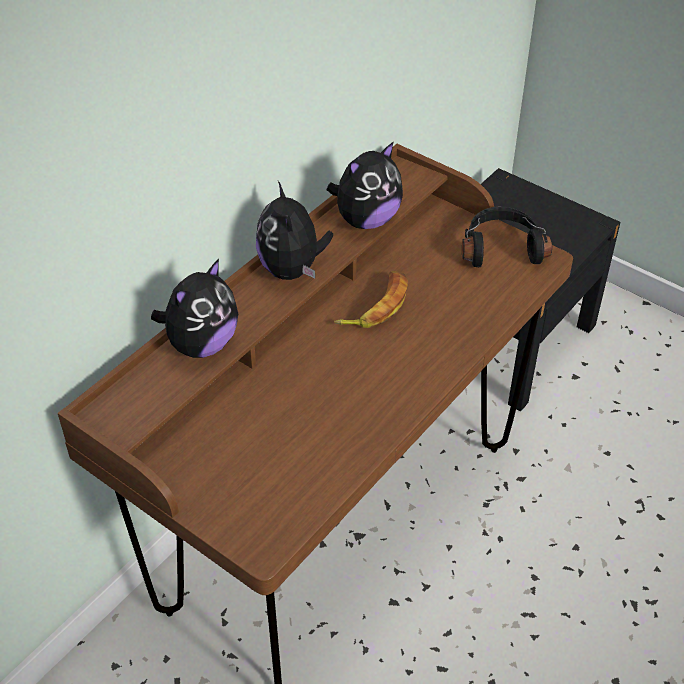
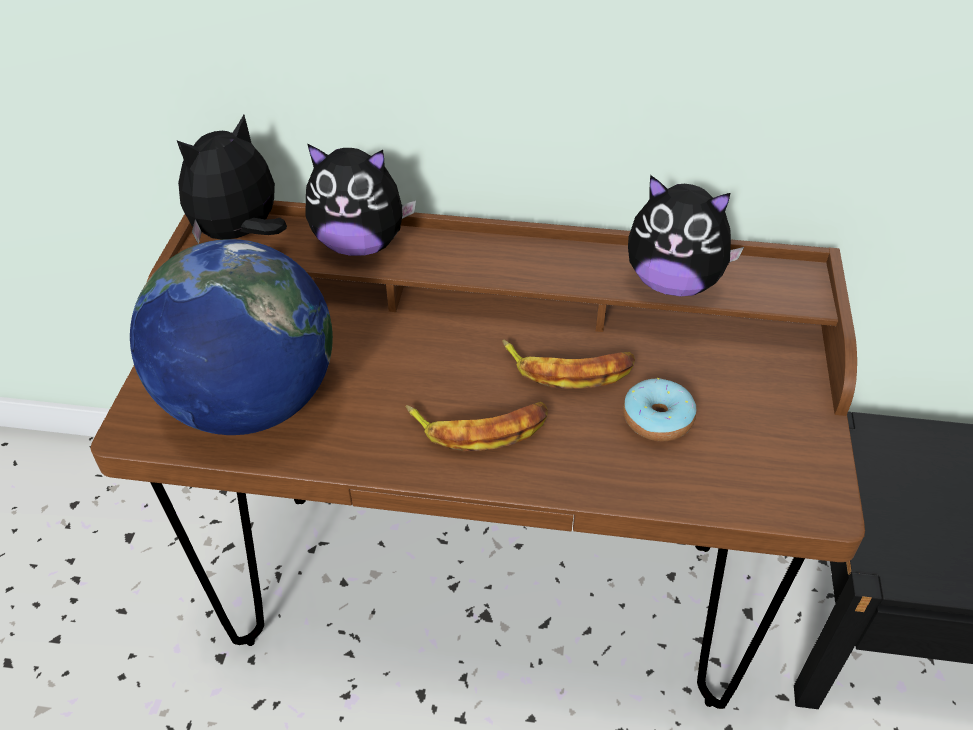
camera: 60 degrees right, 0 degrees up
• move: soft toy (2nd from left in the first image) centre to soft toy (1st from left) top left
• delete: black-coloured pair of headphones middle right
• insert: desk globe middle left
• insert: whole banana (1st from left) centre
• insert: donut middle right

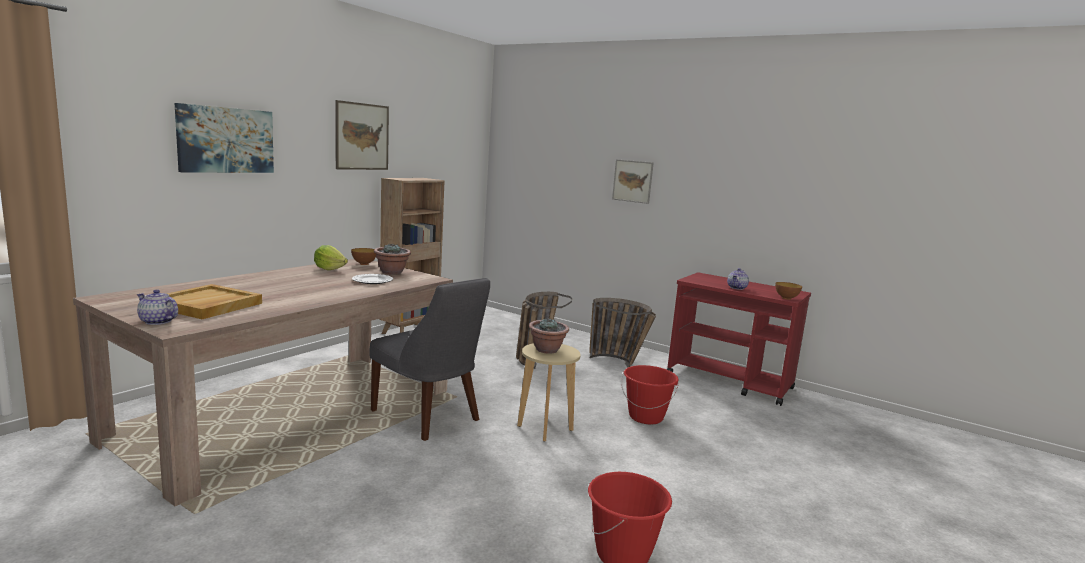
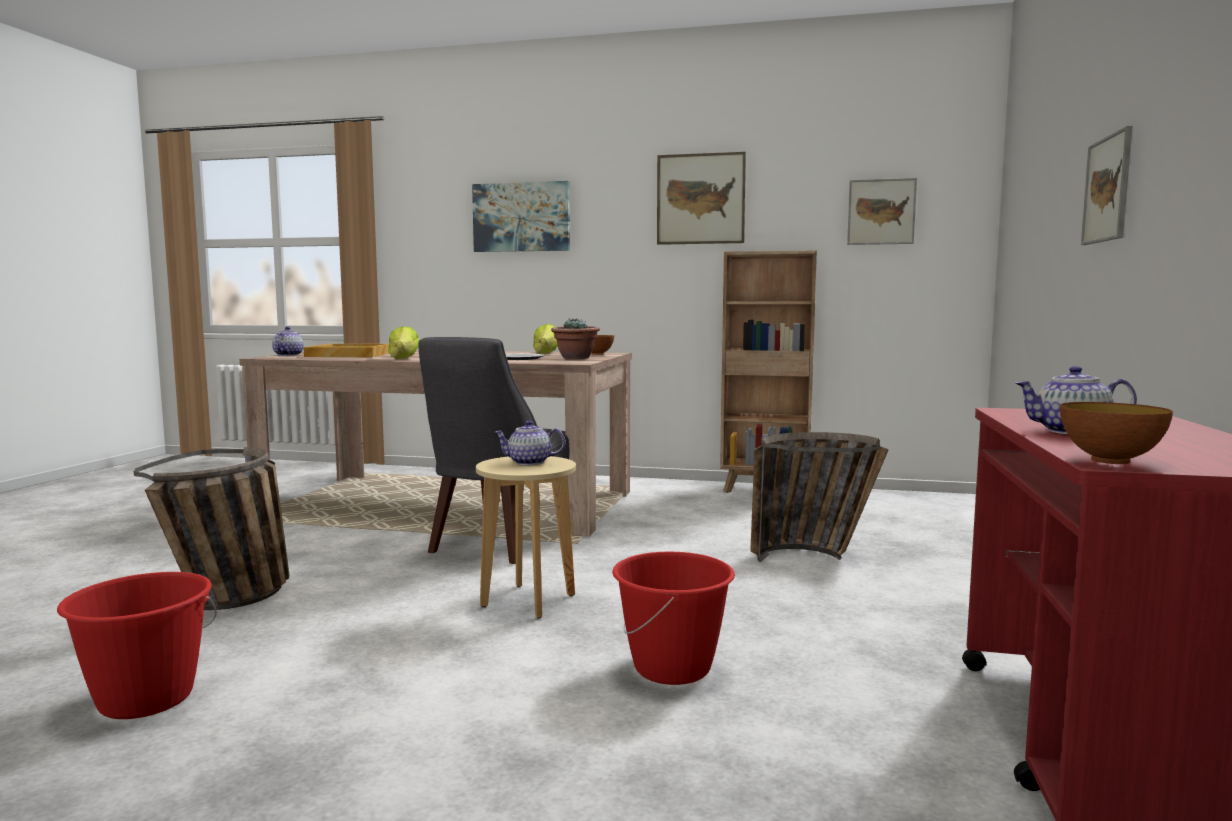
camera: 70 degrees right, 5 degrees down
• replace: houseplant (2nd from left) centre to teapot (2nd from left) centre
• move: basket (2nd from left in the first image) centre to basket (1st from left) middle left
• insert: lettuce (1st from left) middle left
• insert: wall picture (3rd from left) top right

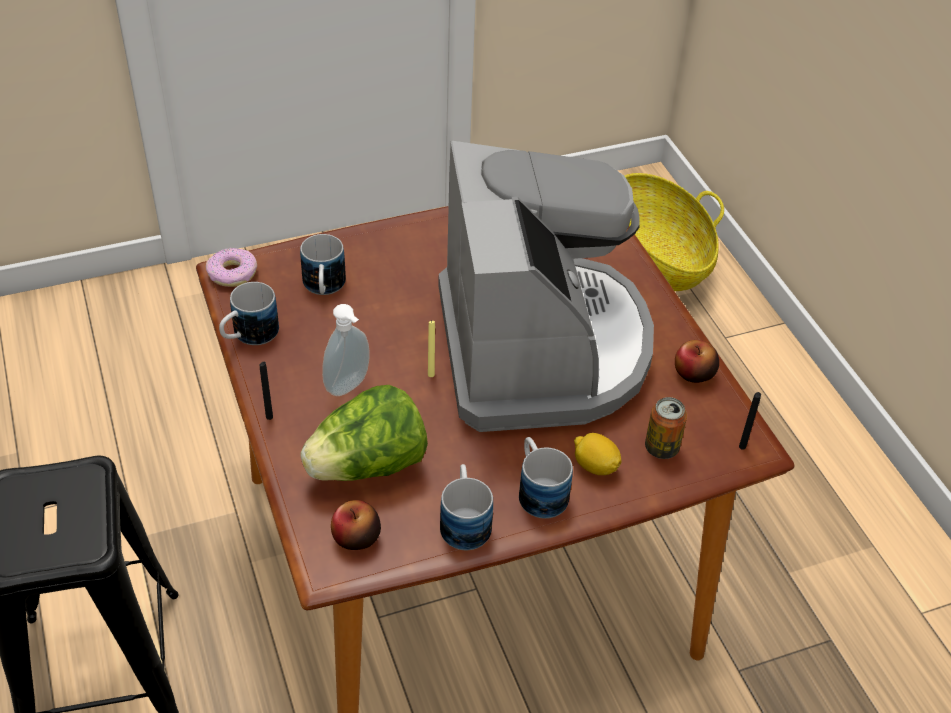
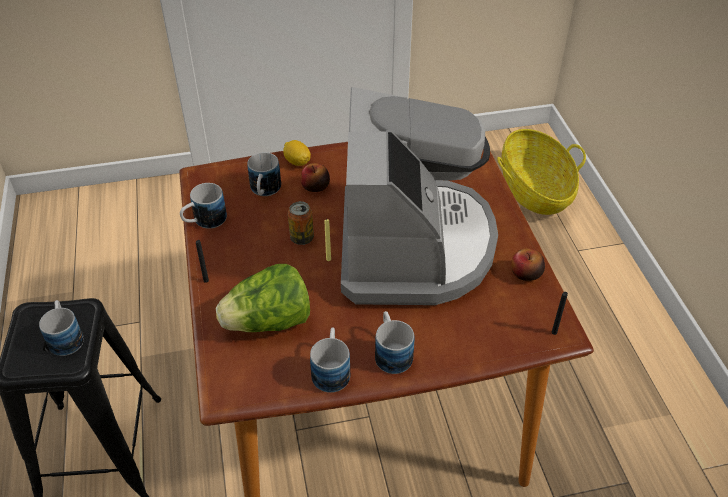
camera: 10 degrees right, 0 degrees up
• delete: donut middle left
• delete: liquid soap bottle centre
• move: whole apple (1st from left) bottom centre to centre
• move: whole lemon centre to top centre
• move: can middle right to centre
• insert: coffee mug (1st from left) middle left

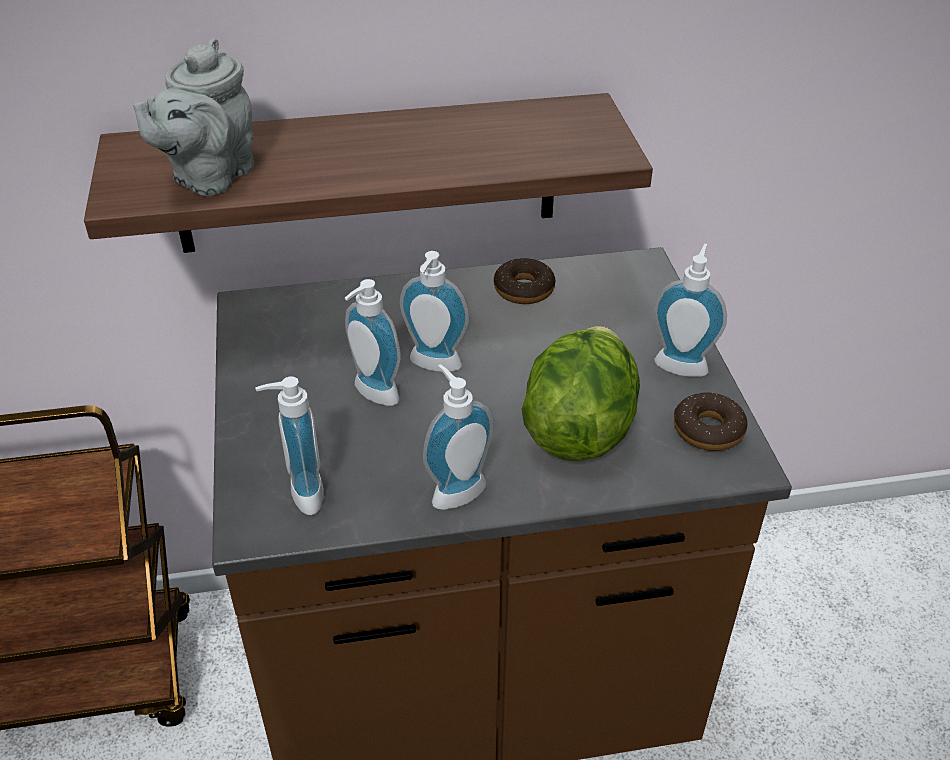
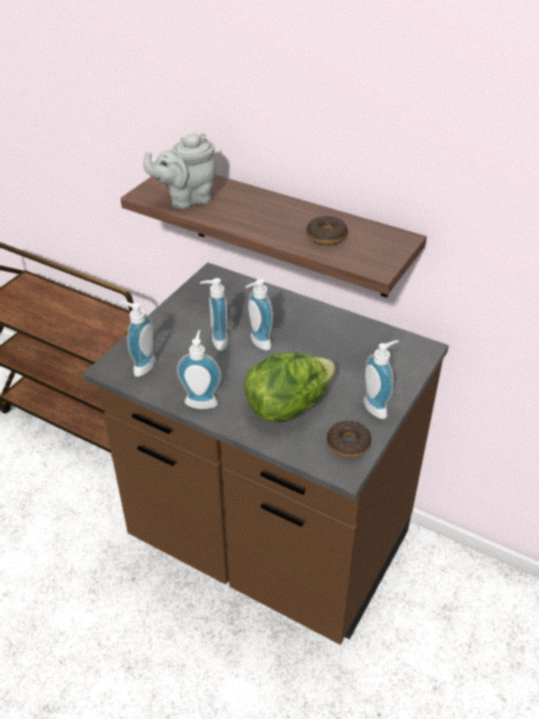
camera: 40 degrees right, 0 degrees up
• move: donut (1st from left) centre to top centre

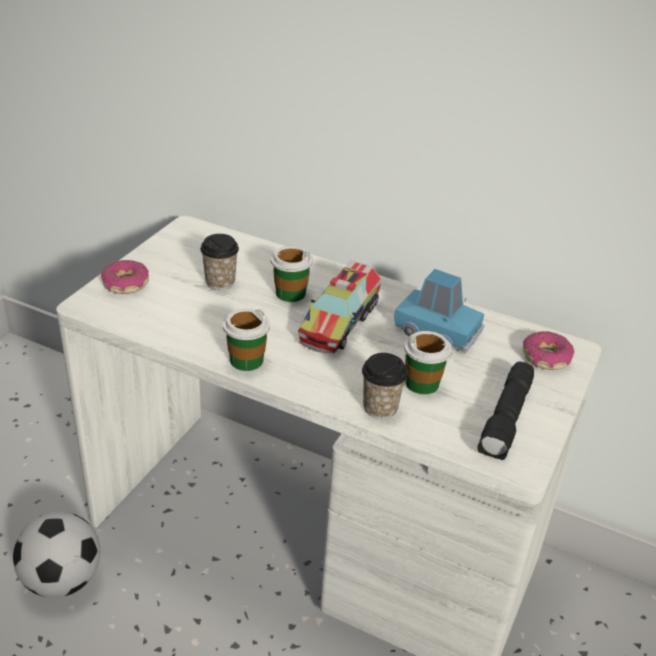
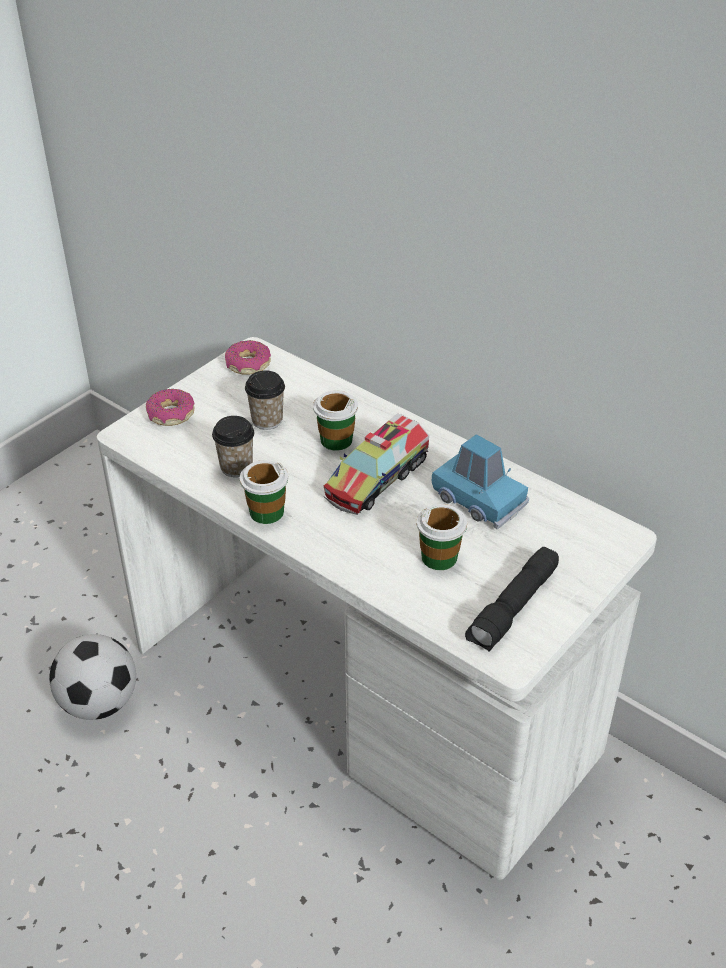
camera: 15 degrees right, 5 degrees up
• move: small cup (4th from left in the first image) centre to small cup (1st from left) middle left
• move: donut (2nd from left) middle right to centre

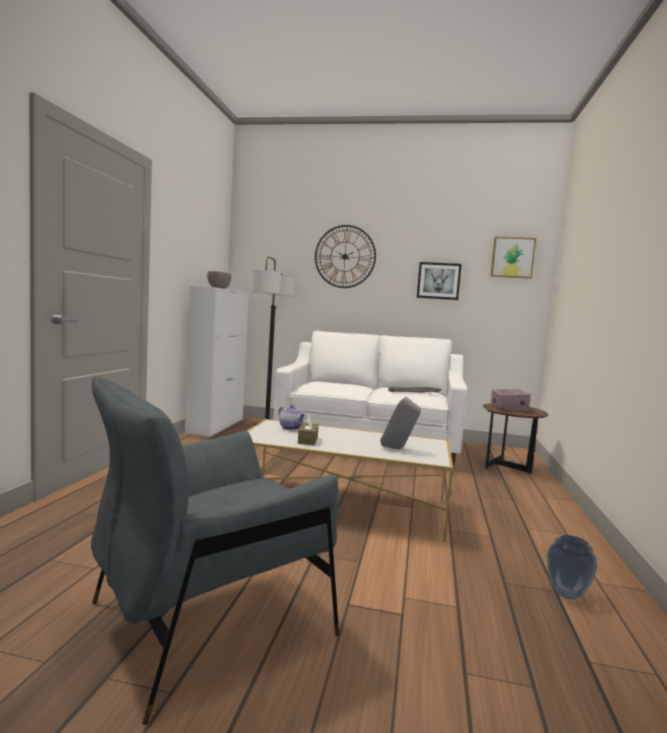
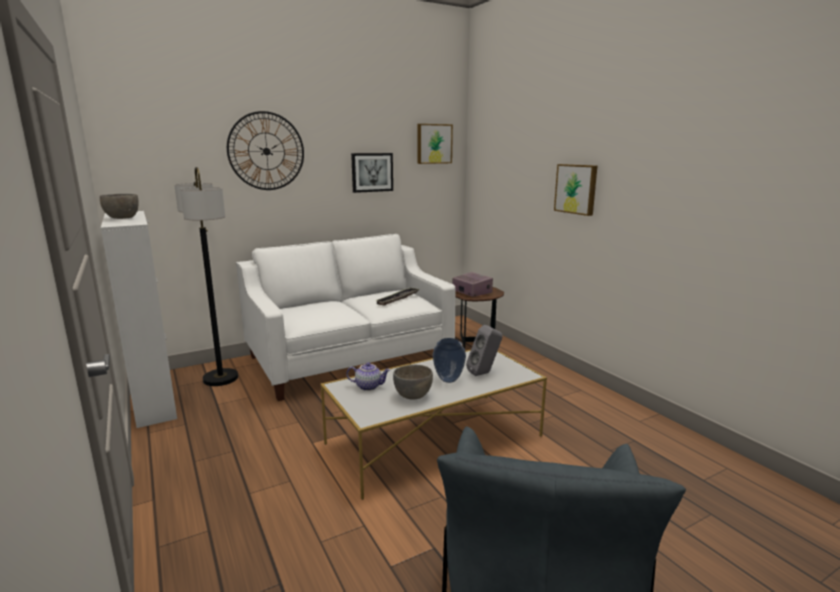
camera: 40 degrees left, 10 degrees up
• replace: brown box of tissues centre to gray serving bowl (2nd from left) centre
• move: vase bottom right to centre
• insert: wall picture (3rd from left) top right

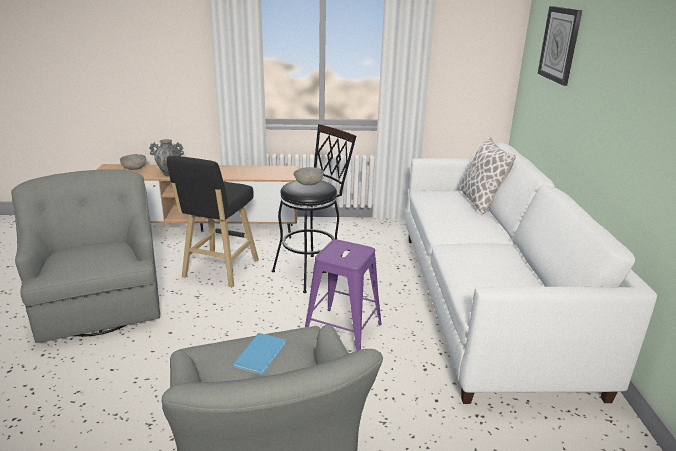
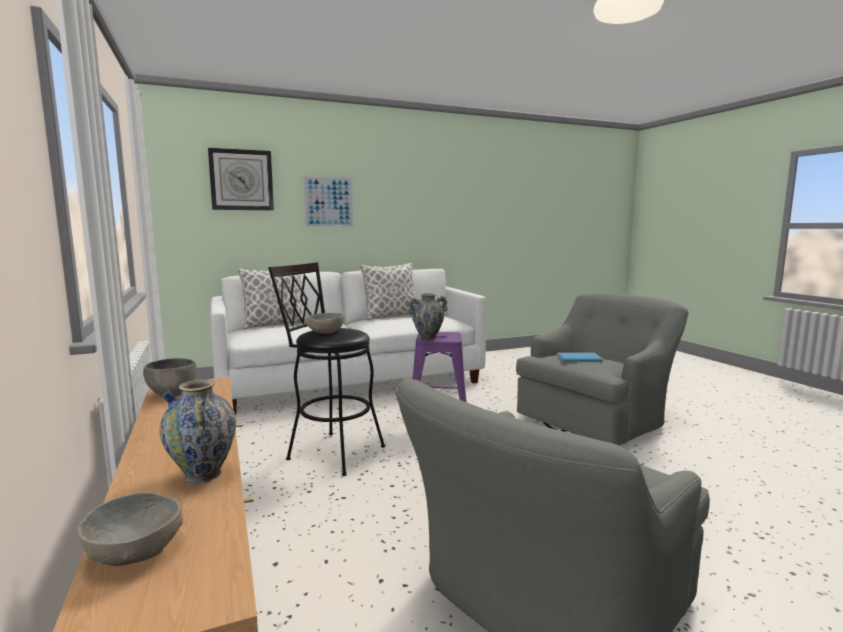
camera: 110 degrees left, 15 degrees down
• delete: black-coloured stool seat (1st from left) middle left
• insert: gray serving bowl (2nd from left) middle left
• insert: wall picture top centre
• insert: pillow (2nd from left) centre
• insert: vase (2nd from left) centre

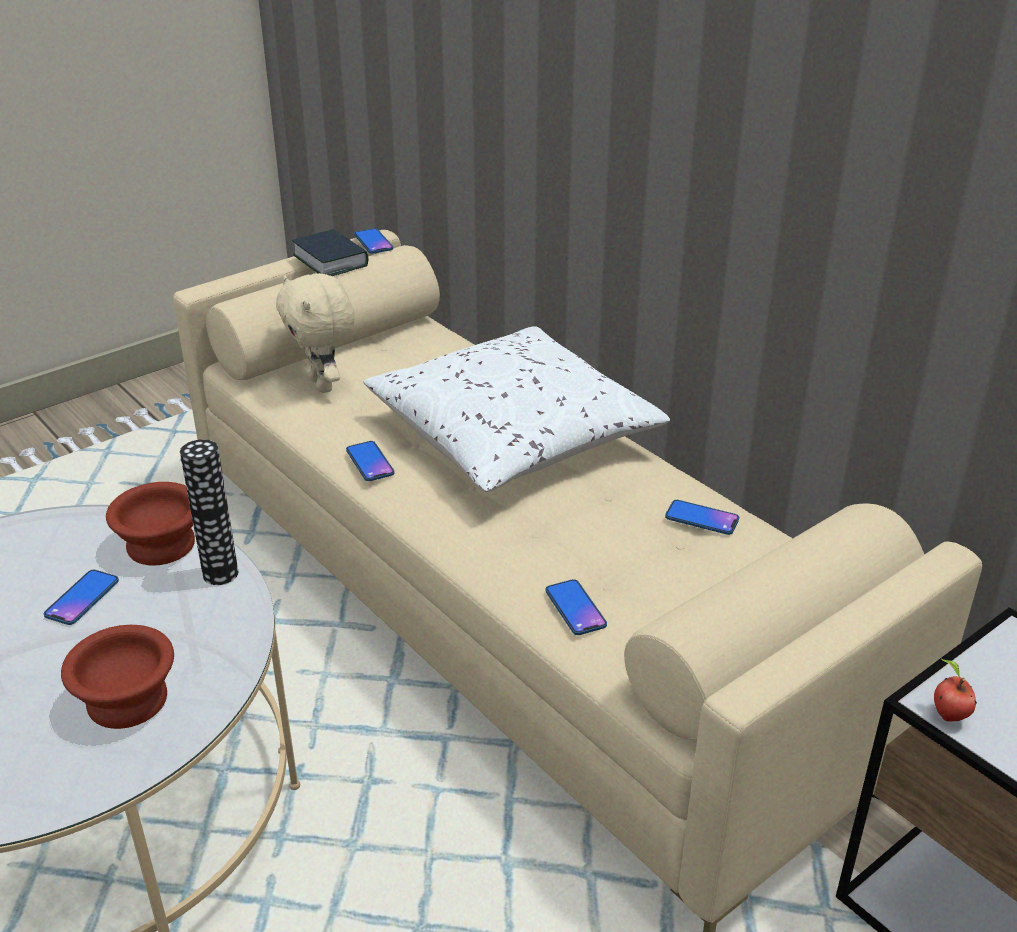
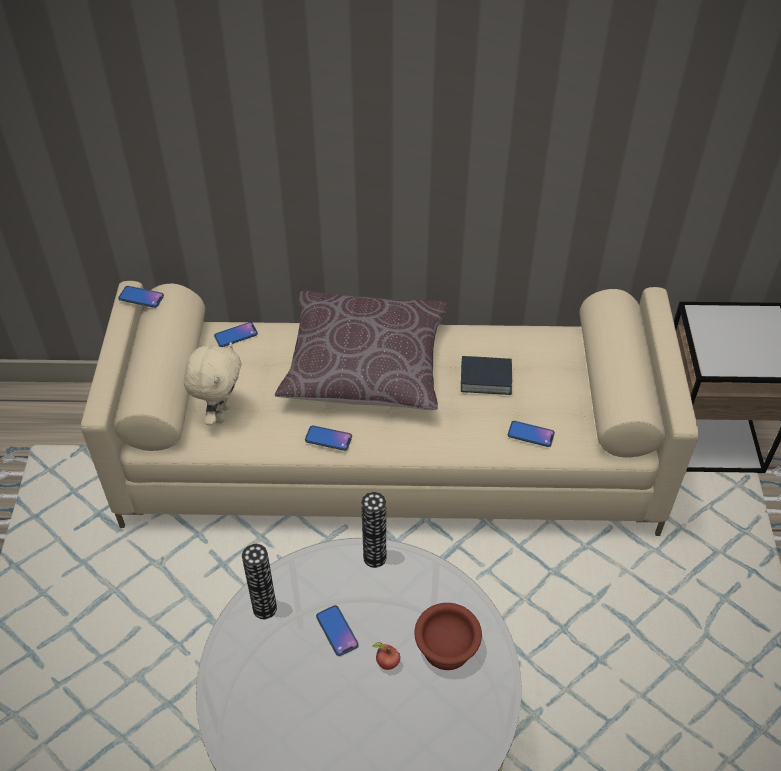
camera: 50 degrees left, 15 degrees up
• delete: brown serving bowl (2nd from left) middle left
• rotate: beige-coloured soft toy middle left = middle left 90 degrees counterclockwise
• move: book top left to centre
• recolor: whitish pillow centre to brown pillow centre
• move: telephone (5th from left in the first image) middle right to telephone (2nd from left) middle left
• move: whole apple bottom right to bottom centre
• insert: vase (1st from left) bottom left

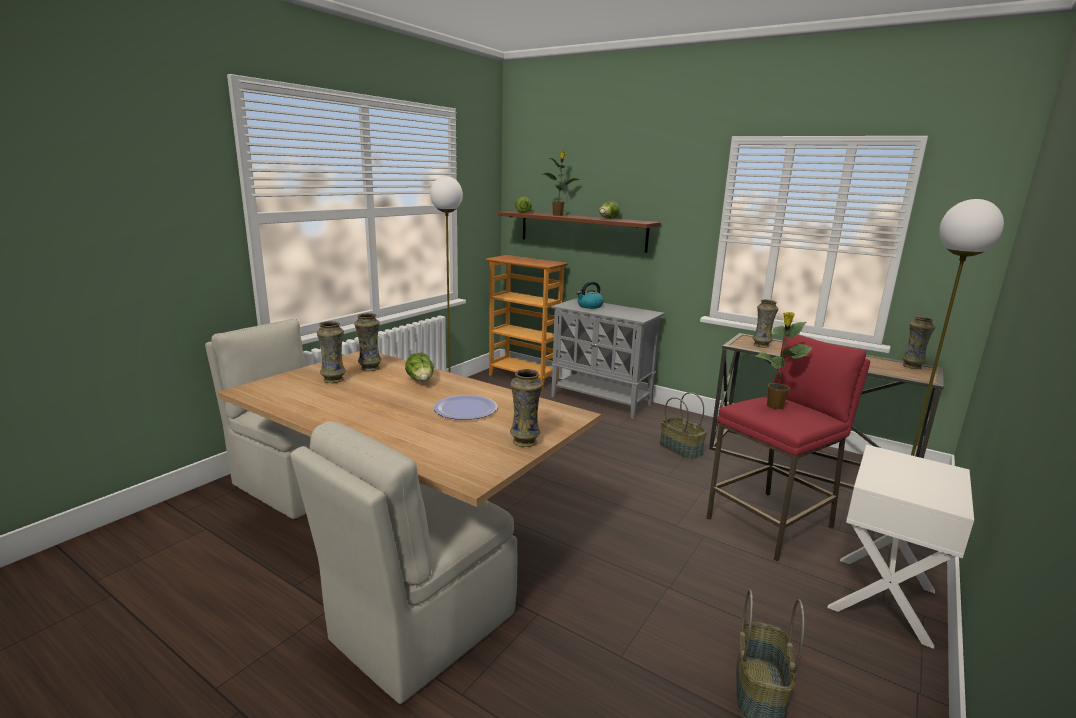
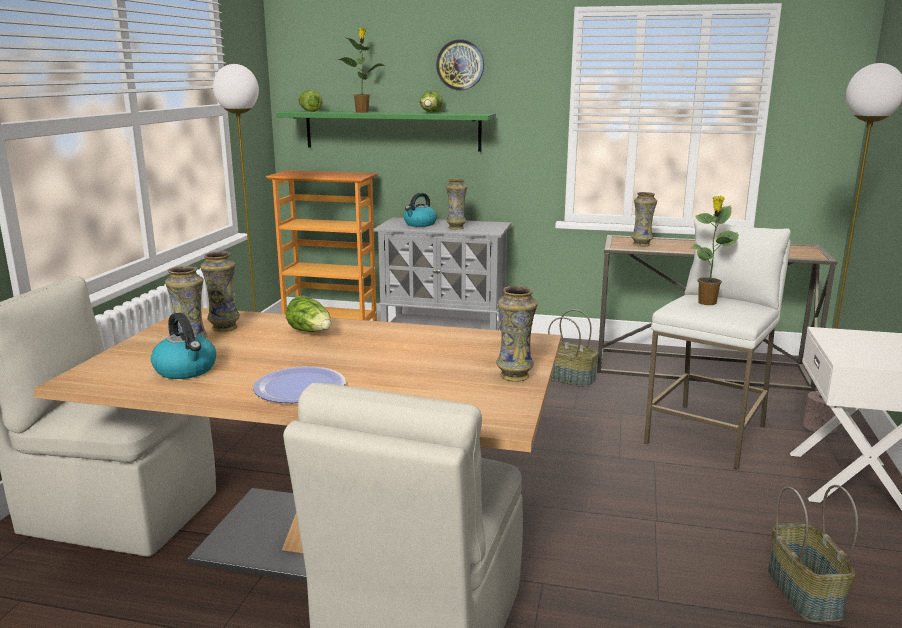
camera: 20 degrees left, 0 degrees up
• move: plate centre to middle left
• recolor: brown wall shelf top centre to green-coloured wall shelf top centre
• recolor: red stool seat middle right to whitish stool seat middle right
• move: vase (5th from left in the first image) middle right to vase (3rd from left) top centre
• insert: kettle (1st from left) middle left
• insert: hanging clock top centre

